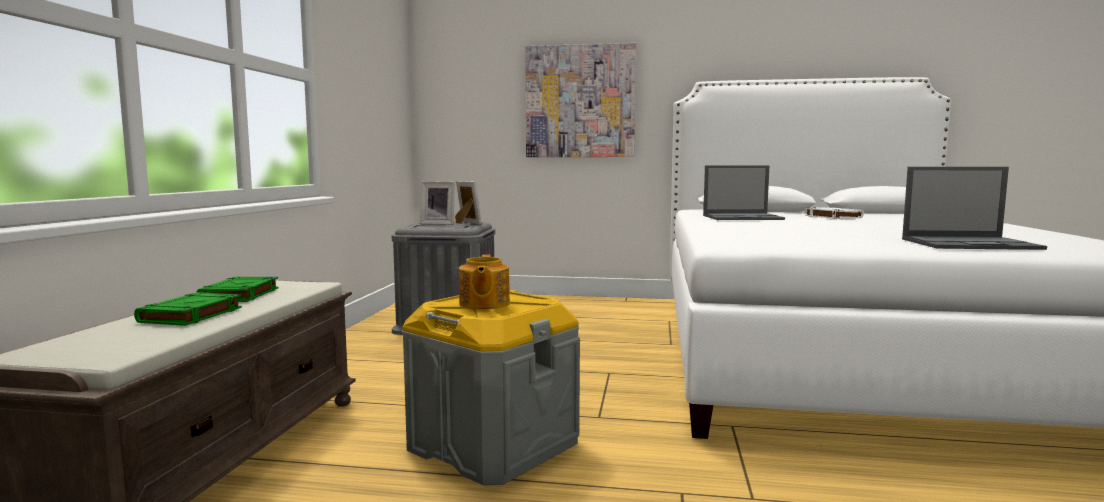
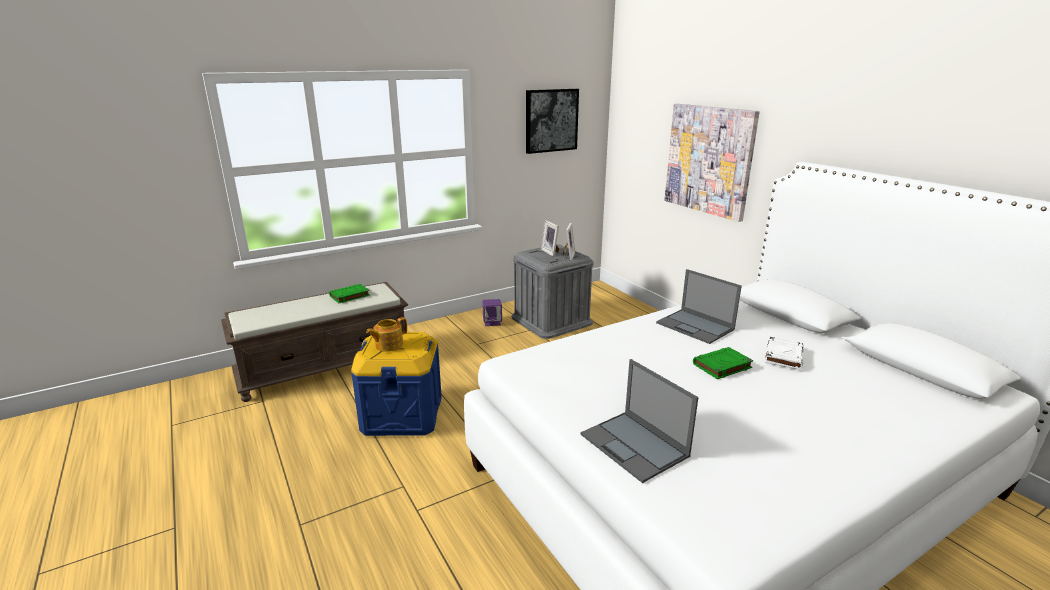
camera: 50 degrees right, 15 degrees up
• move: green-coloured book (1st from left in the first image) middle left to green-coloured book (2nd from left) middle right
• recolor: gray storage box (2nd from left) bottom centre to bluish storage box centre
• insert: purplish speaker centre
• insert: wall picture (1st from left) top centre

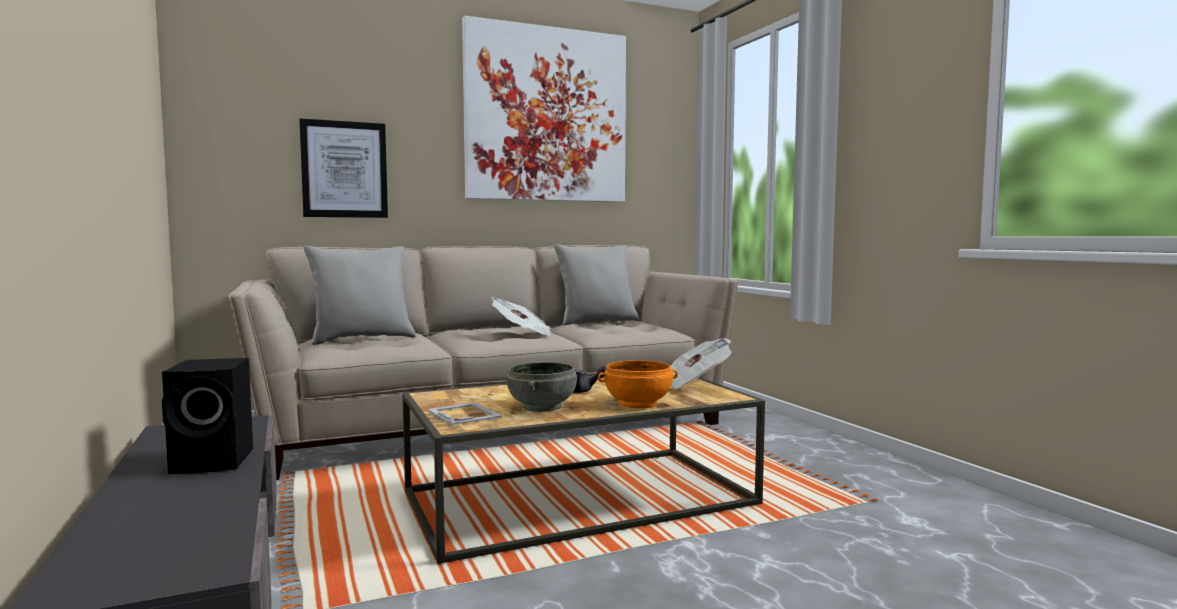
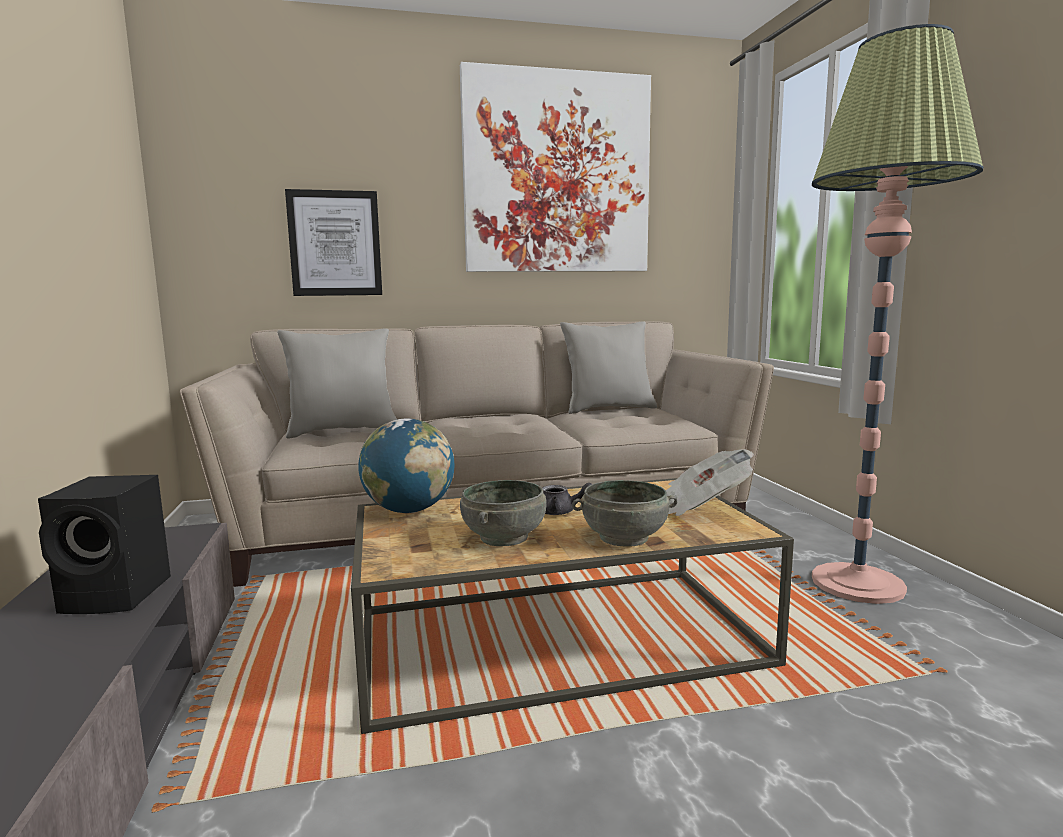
camera: 10 degrees right, 5 degrees up
• delete: standing frame bottom centre
• delete: printed paper (1st from left) centre
• recolor: orangey serving bowl centre to gray serving bowl (2nd from left) centre
• insert: desk globe centre
• insert: floor lamp middle right

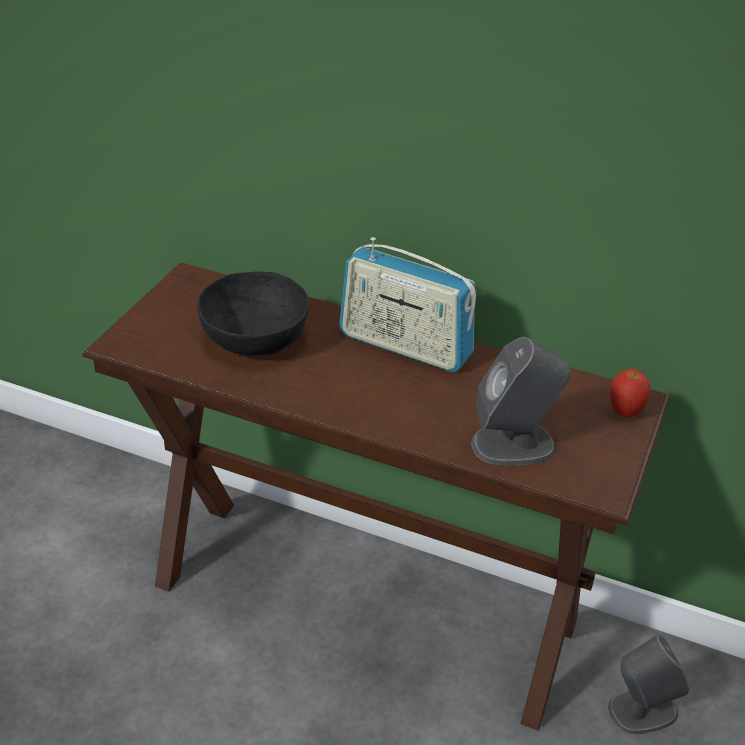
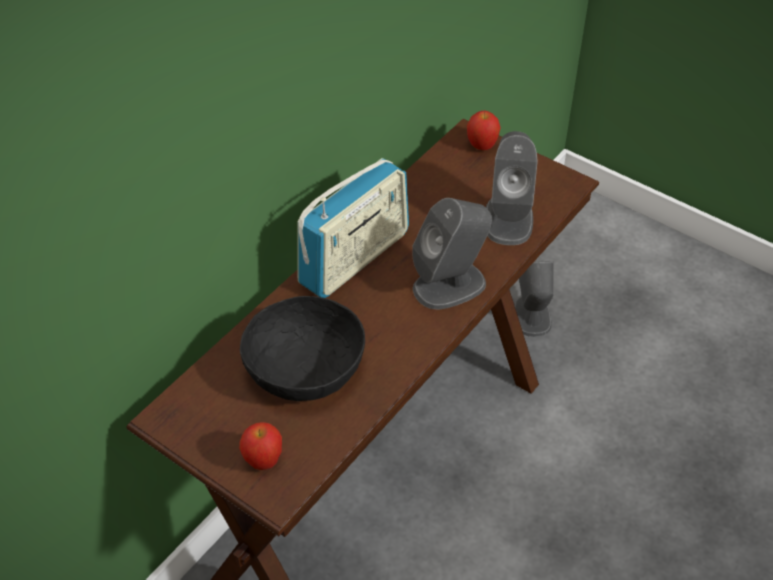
camera: 75 degrees left, 10 degrees up
• insert: whole apple (1st from left) bottom centre
• insert: gray speaker (1st from left) centre

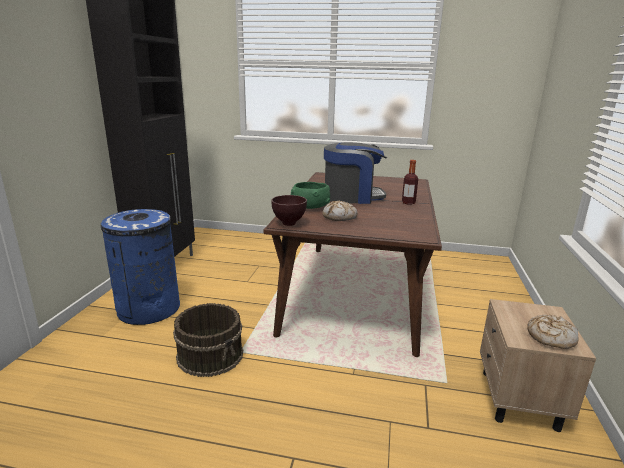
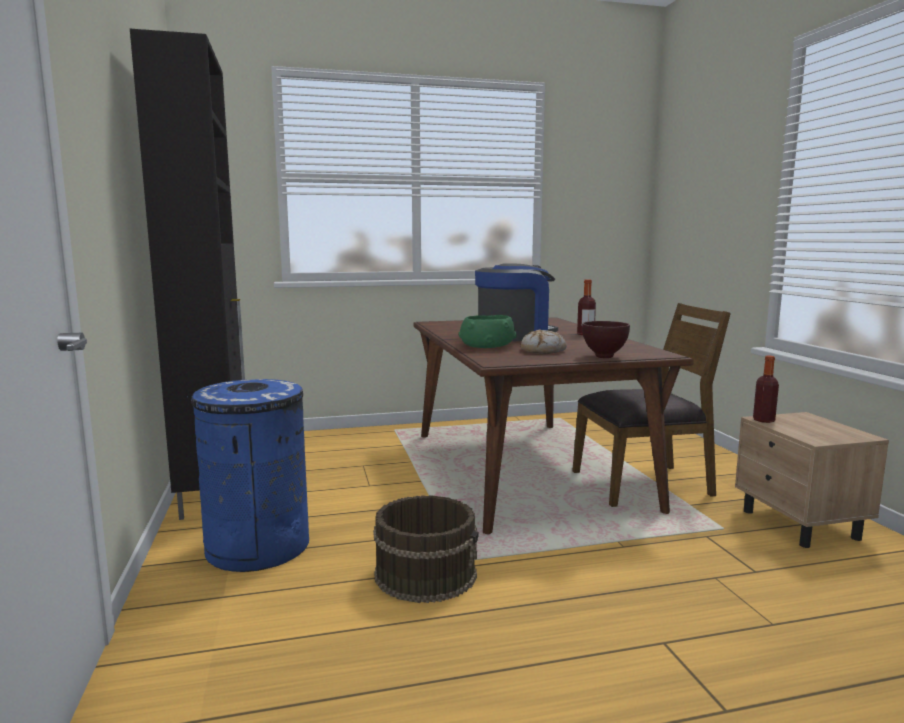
camera: 25 degrees left, 10 degrees down
• move: brown serving bowl centre to middle right
• delete: bakery bread (2nd from left) bottom right
• insert: brown upright chair middle right
• insert: bottle (2nd from left) middle right

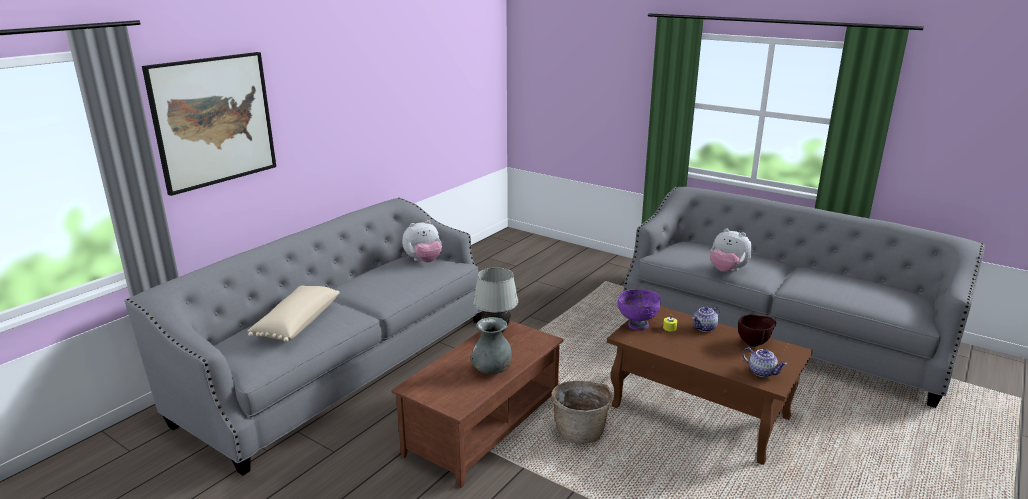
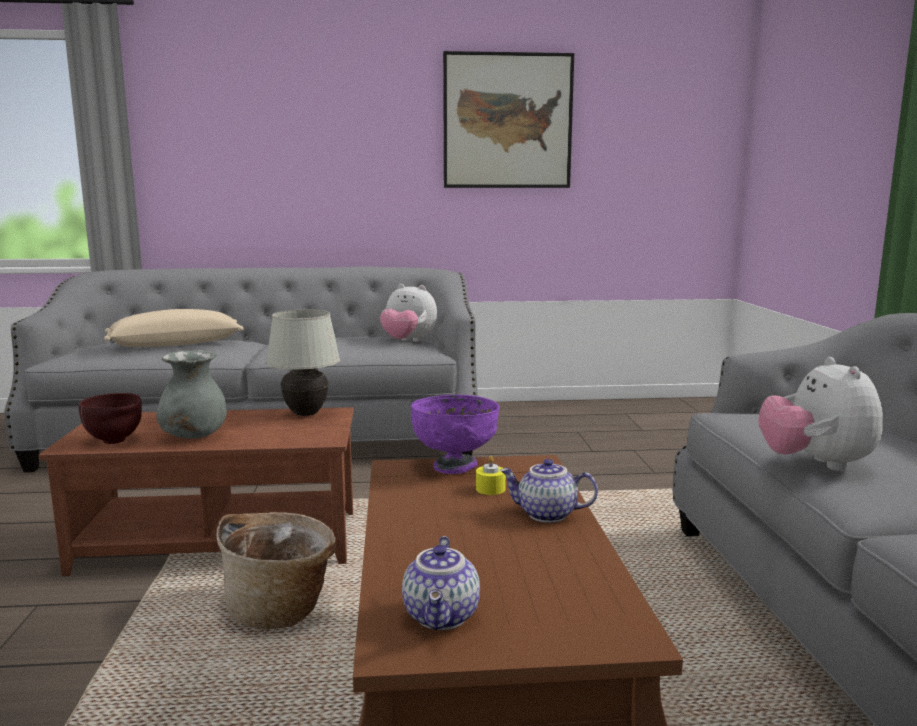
camera: 50 degrees right, 10 degrees down
• move: wall picture top left to top centre
• move: brown serving bowl middle right to middle left

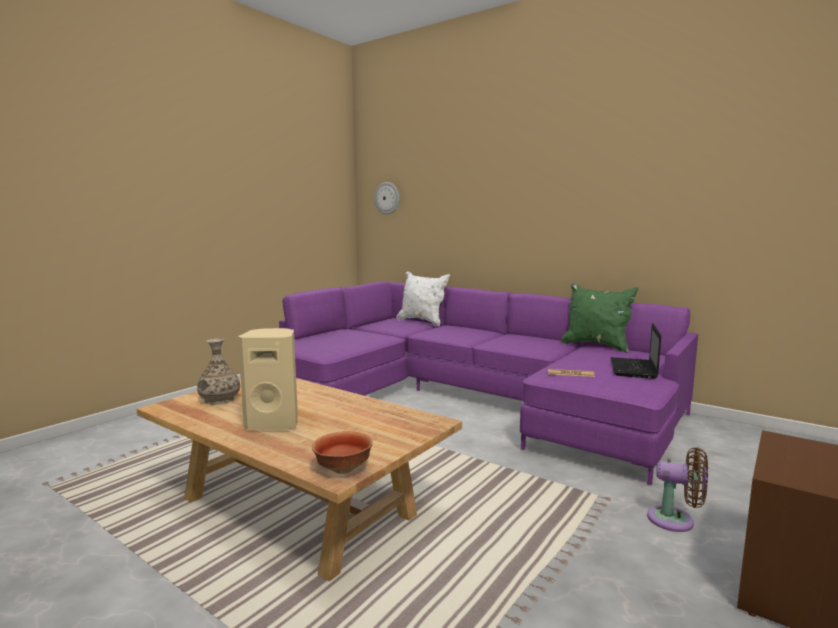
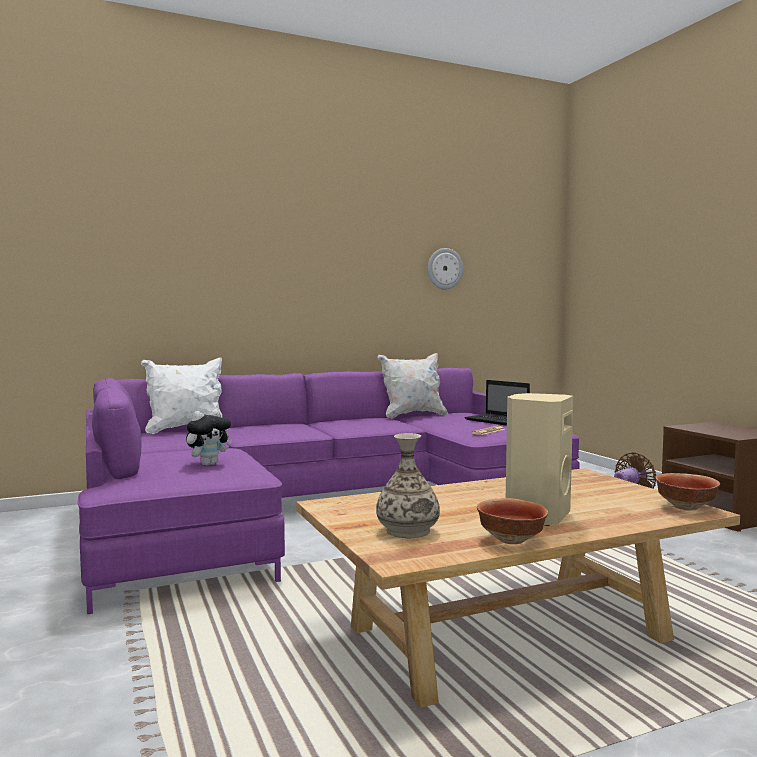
camera: 60 degrees left, 5 degrees down
• move: hanging clock top centre to centre
• recolor: green-coloured pillow middle right to whitish pillow (2nd from left) centre
• insert: soft toy middle left
• insert: serving bowl (1st from left) bottom right

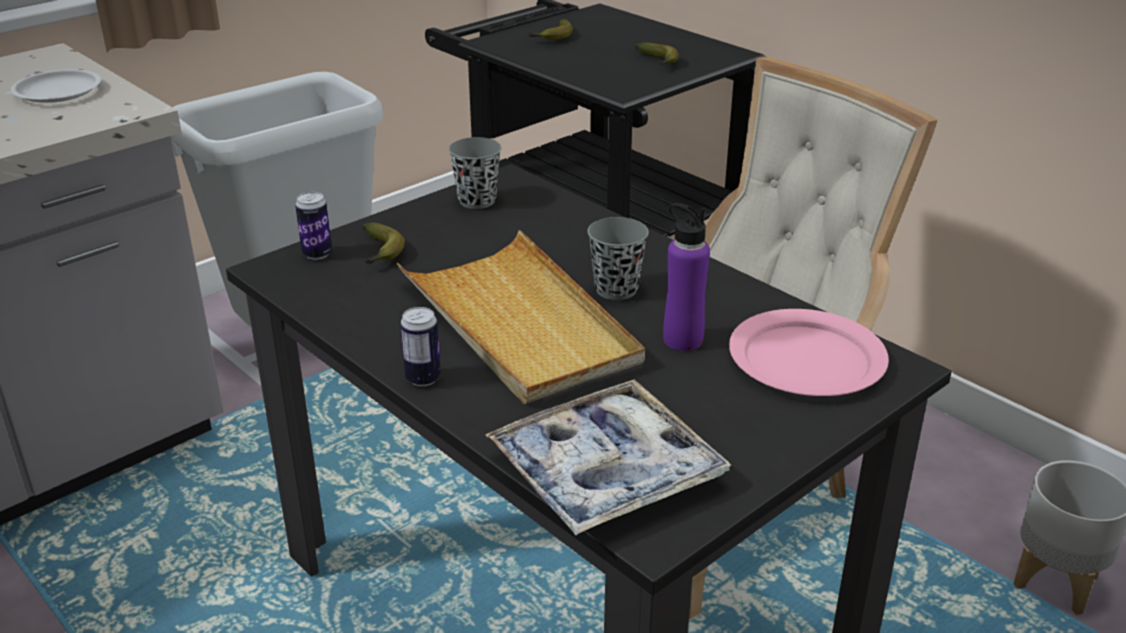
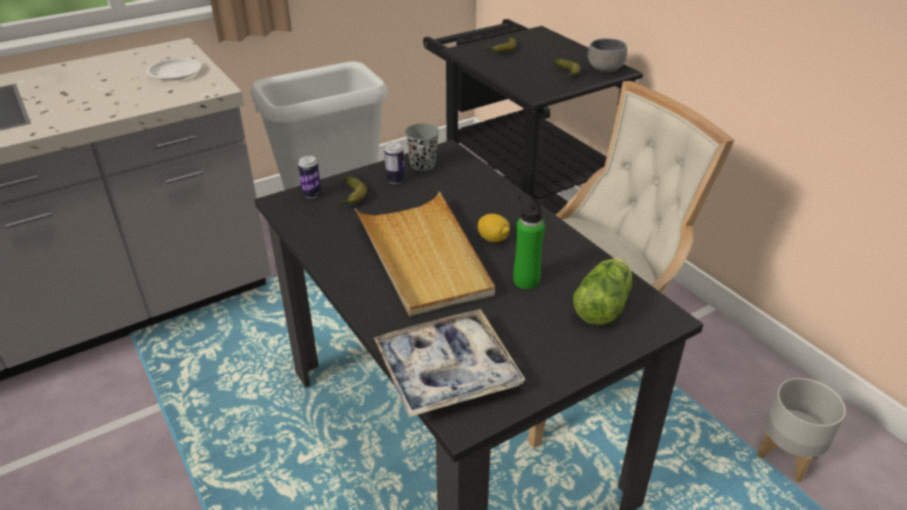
camera: 10 degrees right, 5 degrees up
• move: can (2nd from left) centre to top centre
• replace: gray small cup (2nd from left) centre to whole lemon centre
• recolor: purplish bottle centre to green-coloured bottle centre
• replace: pink plate middle right to lettuce centre
• insert: gray serving bowl top right

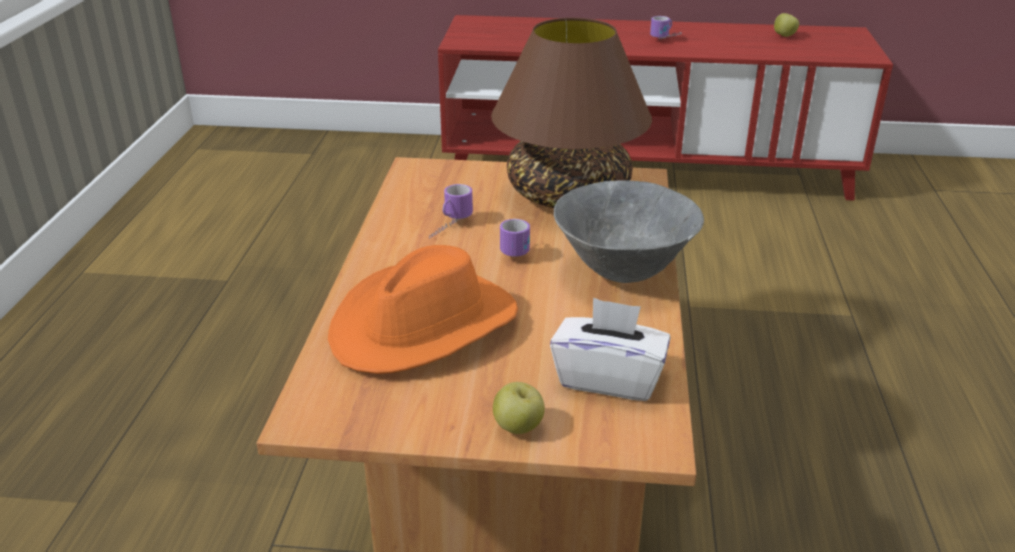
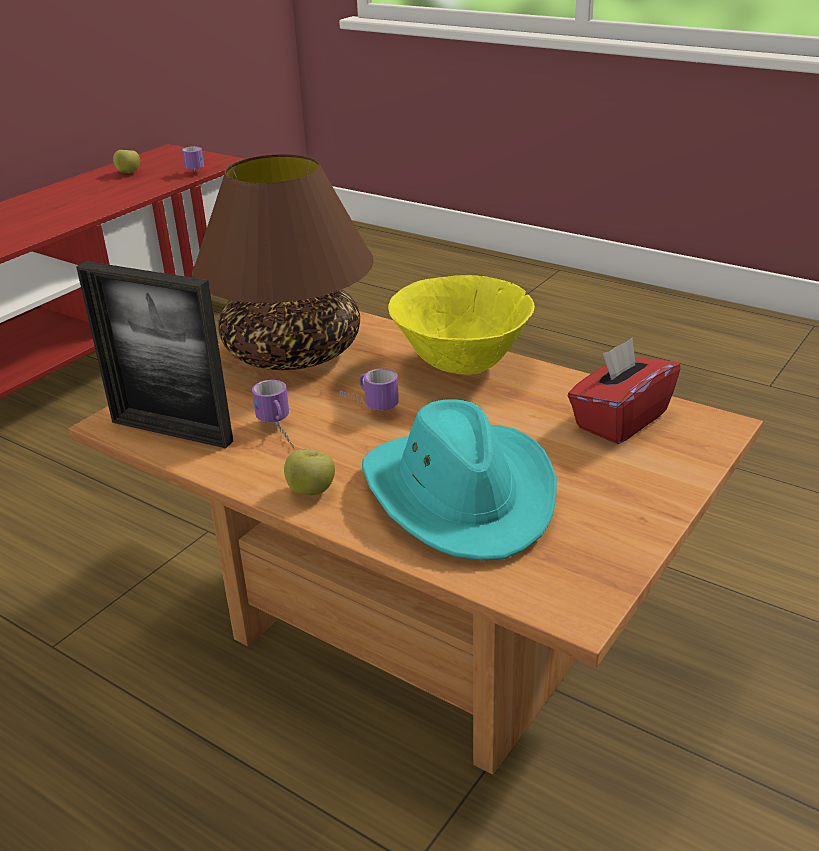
camera: 60 degrees left, 0 degrees up
• recolor: orangey hat centre to blue-green hat centre
• move: whole apple (1st from left in the first image) bottom centre to whole apple (2nd from left) centre
• recolor: whitish box of tissues centre to red box of tissues middle right
• recolor: gray serving bowl centre to yellow-coloured serving bowl centre
• move: coffee mug (3rd from left in the first image) top centre to coffee mug (1st from left) top left
• insert: standing frame middle left

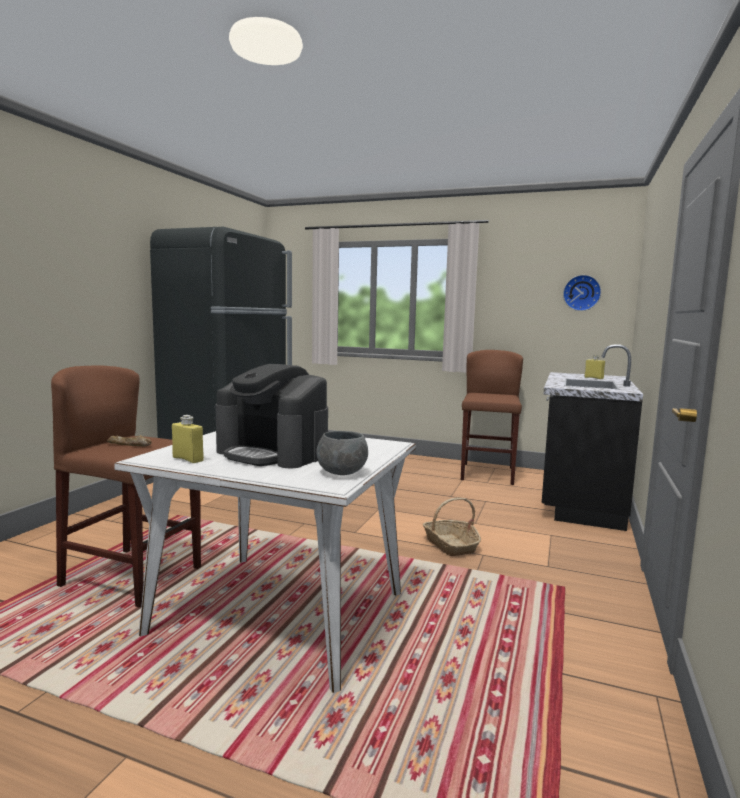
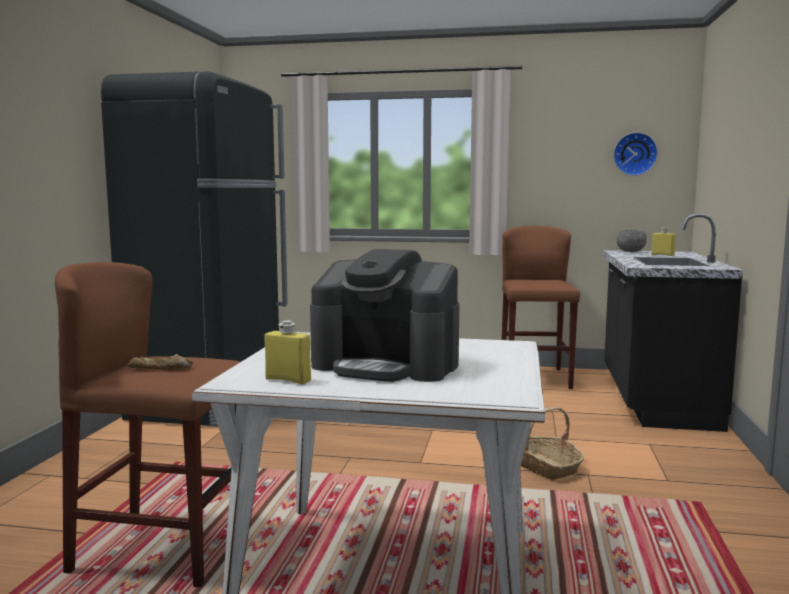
camera: 10 degrees left, 0 degrees up
• move: gray serving bowl centre to middle right

